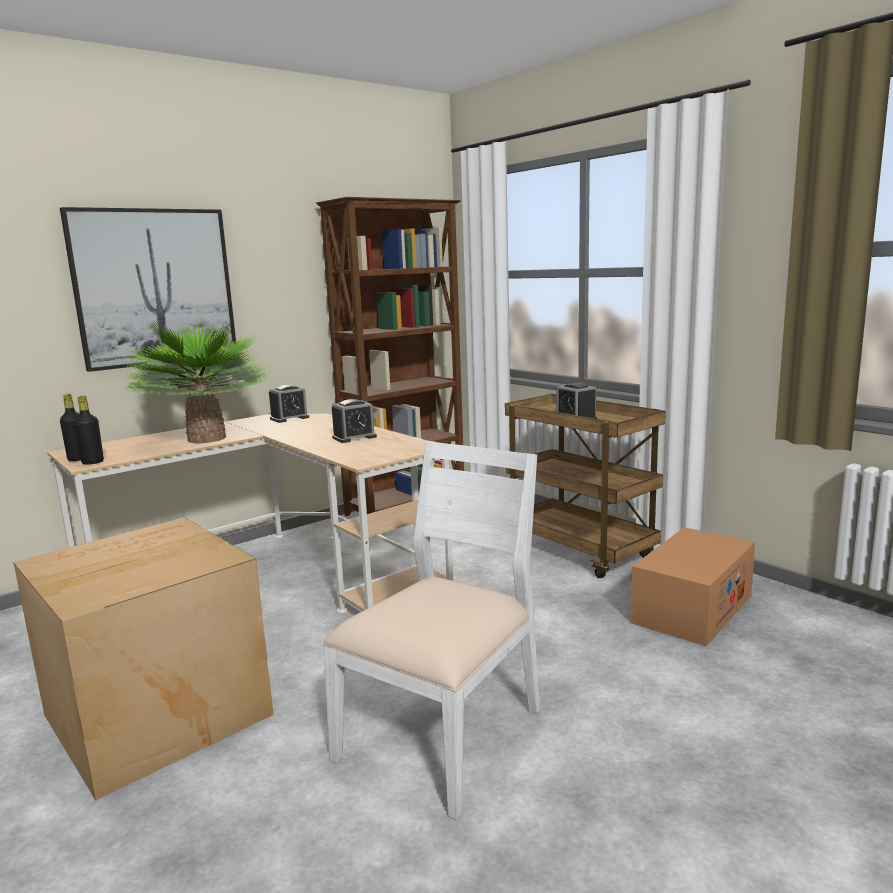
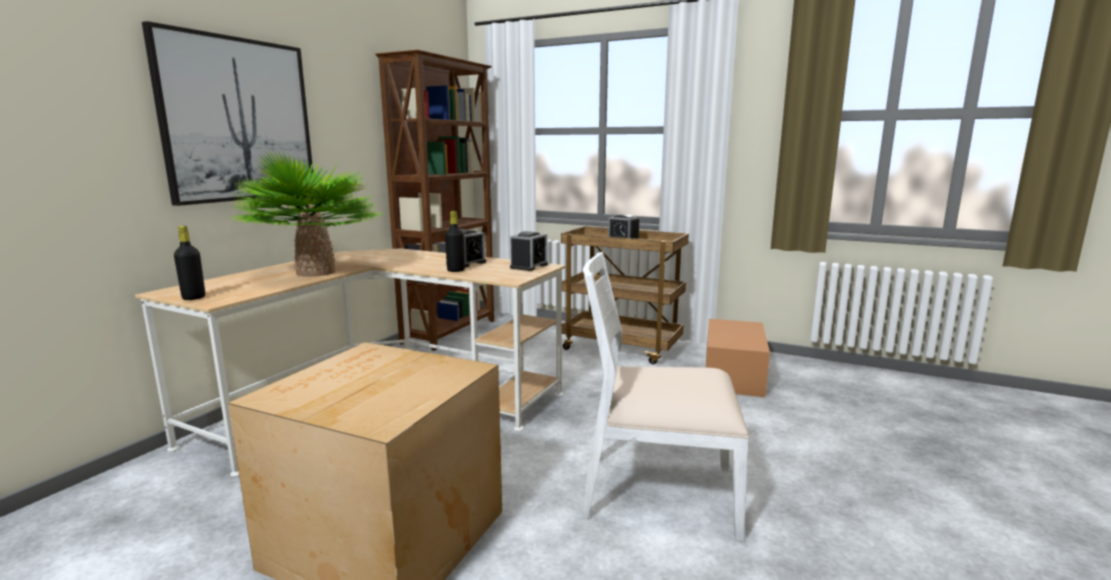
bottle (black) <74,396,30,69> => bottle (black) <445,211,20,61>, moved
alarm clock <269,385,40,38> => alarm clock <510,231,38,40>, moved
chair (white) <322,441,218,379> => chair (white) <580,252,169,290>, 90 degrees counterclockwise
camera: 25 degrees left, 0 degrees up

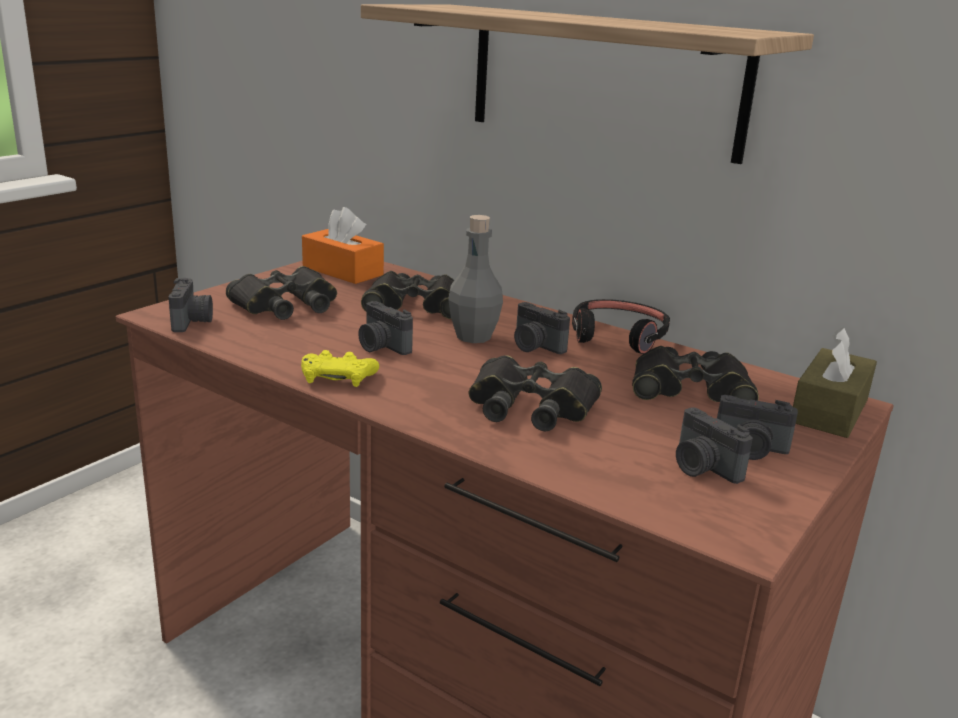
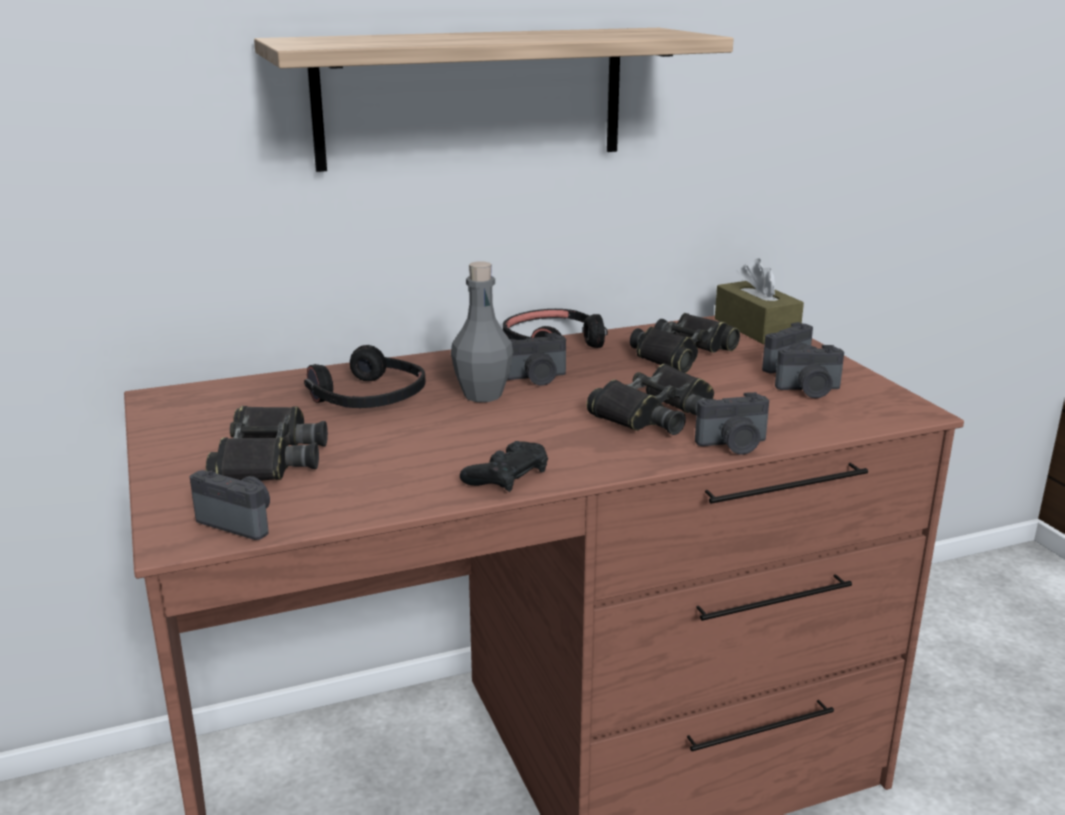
tissue box (orange) <302,207,82,77> => nothing
photo camera <358,301,55,54> => photo camera <695,392,74,63>, moved
binoculars (black) <361,271,93,48> => headphones (black) <304,345,122,63>
game controller (yellow) <301,350,78,37> => game controller (black) <460,441,88,51>
camera: 55 degrees left, 0 degrees up

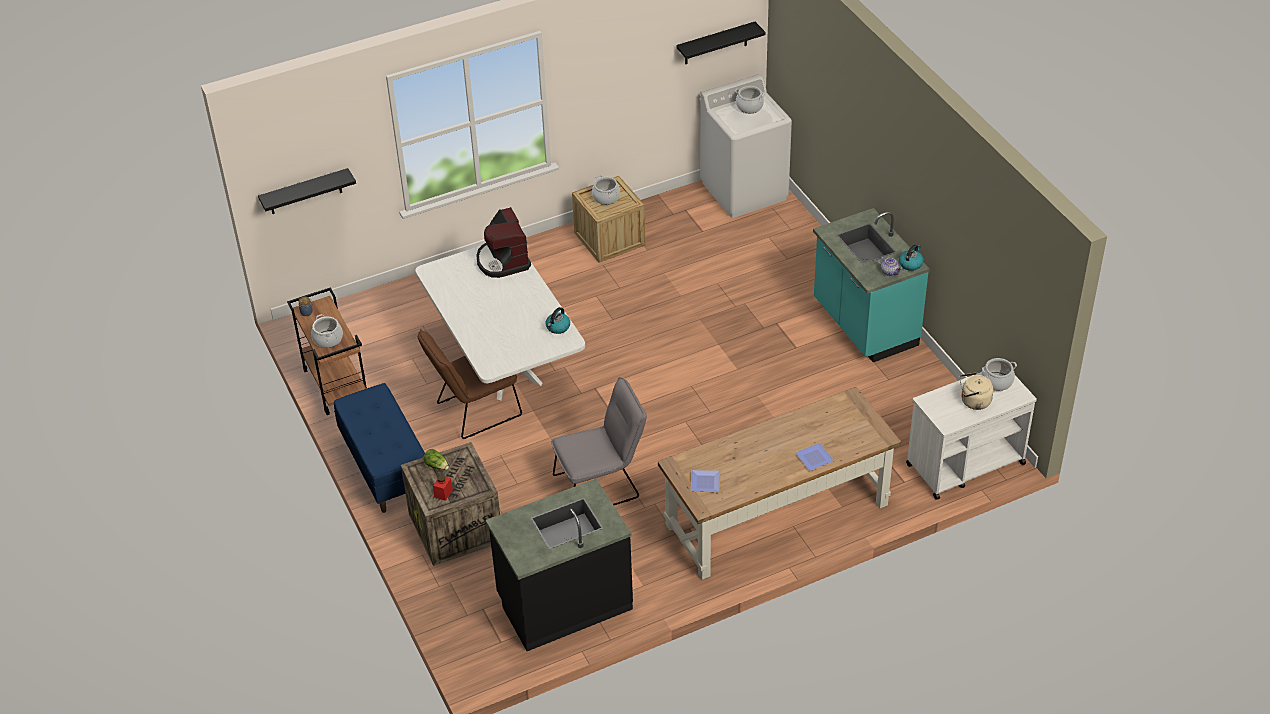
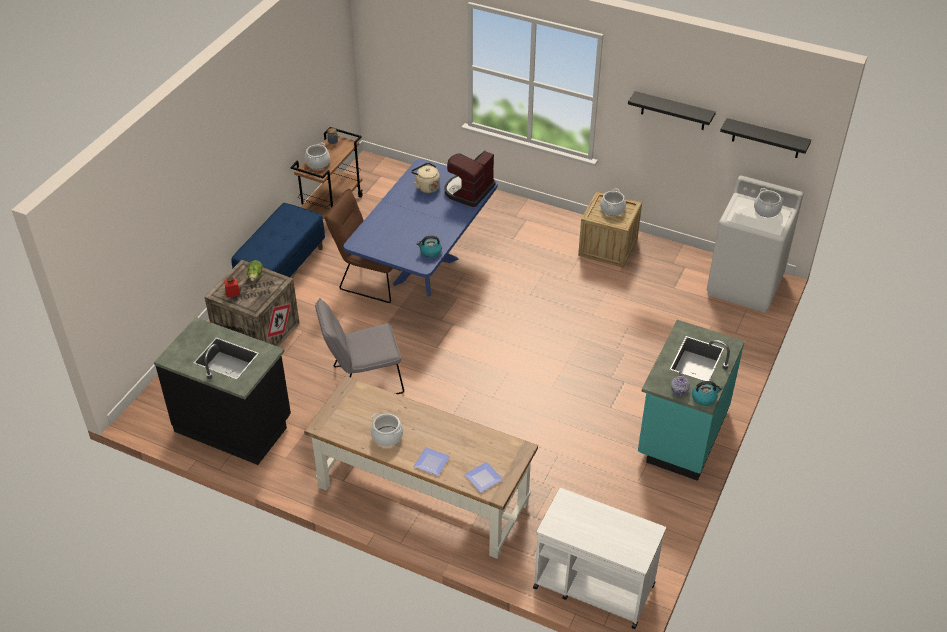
shelf (black) <258,168,98,46> => shelf (black) <628,91,88,39>, moved
plate <691,470,29,22> => plate <464,462,39,31>, moved
kettle (beige) <959,372,34,38> => kettle (beige) <411,162,29,31>, moved
cooking pot <982,358,35,33> => cooking pot <371,413,32,34>, moved
dining table (white) <415,245,170,155> => dining table (blue) <344,159,153,138>
chair (grey) <551,377,96,128> => chair (grey) <315,298,89,96>, 135 degrees clockwise
camera: 50 degrees right, 0 degrees up

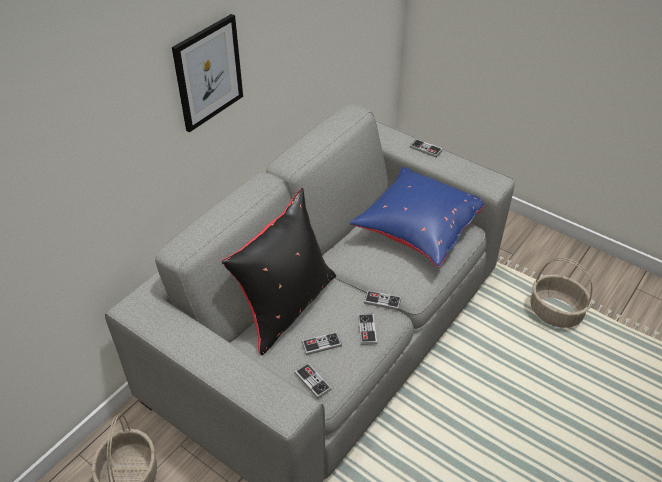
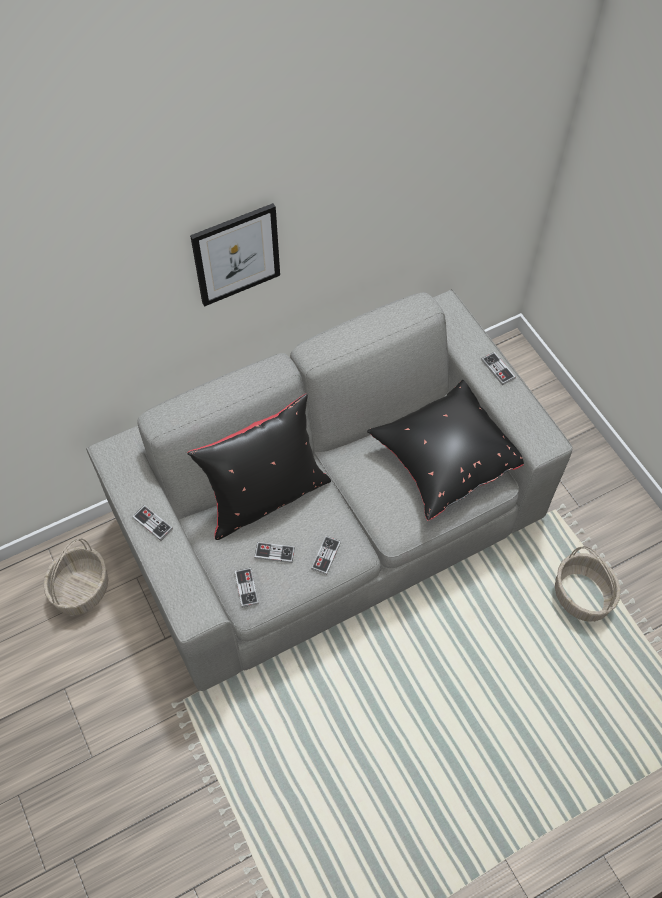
game controller <364,290,37,20> => game controller <132,505,41,36>, moved
pillow (blue) <350,167,134,100> => pillow (black) <367,380,157,141>
camera: 25 degrees right, 15 degrees up

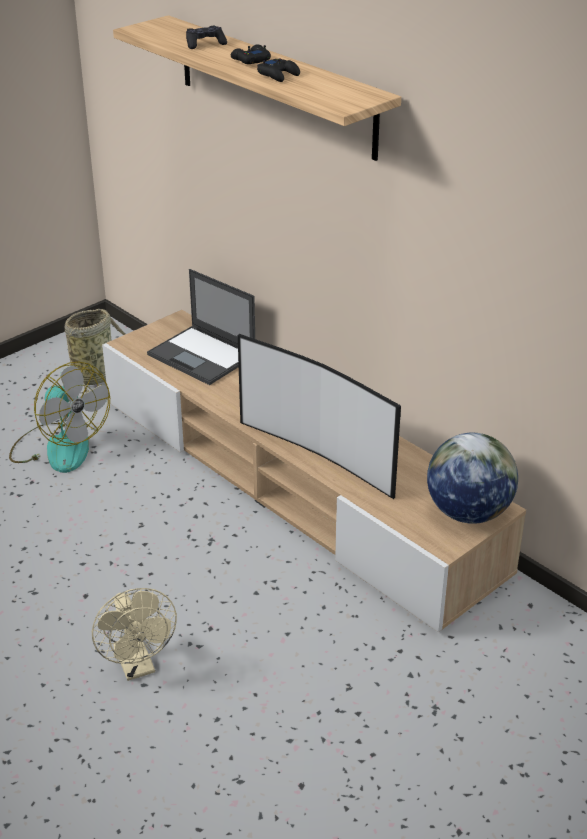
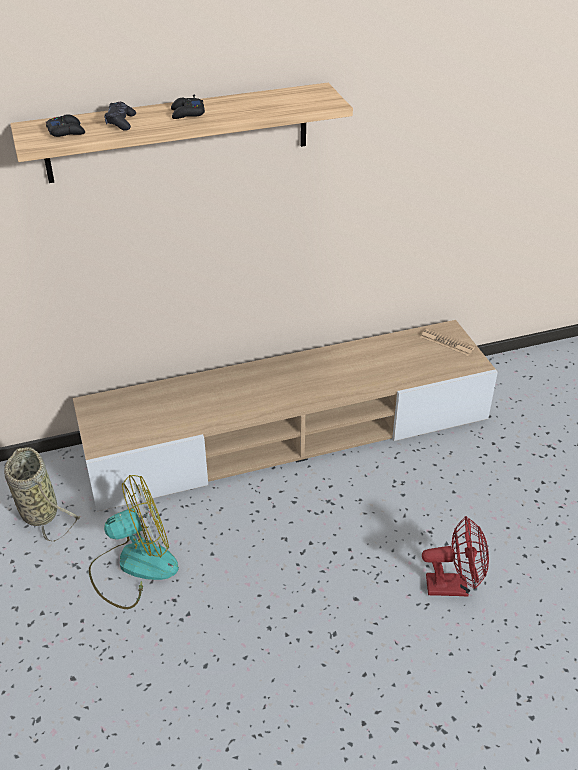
laptop <147,269,108,116> => nothing
television <238,334,163,165> => nothing
game controller (black) <257,58,43,24> => game controller (black) <46,115,39,22>, moved
globe <427,433,91,91> => newspaper <420,328,56,28>
fan (beige) <92,588,85,93> => fan (red) <422,516,67,81>
camera: 65 degrees left, 5 degrees up

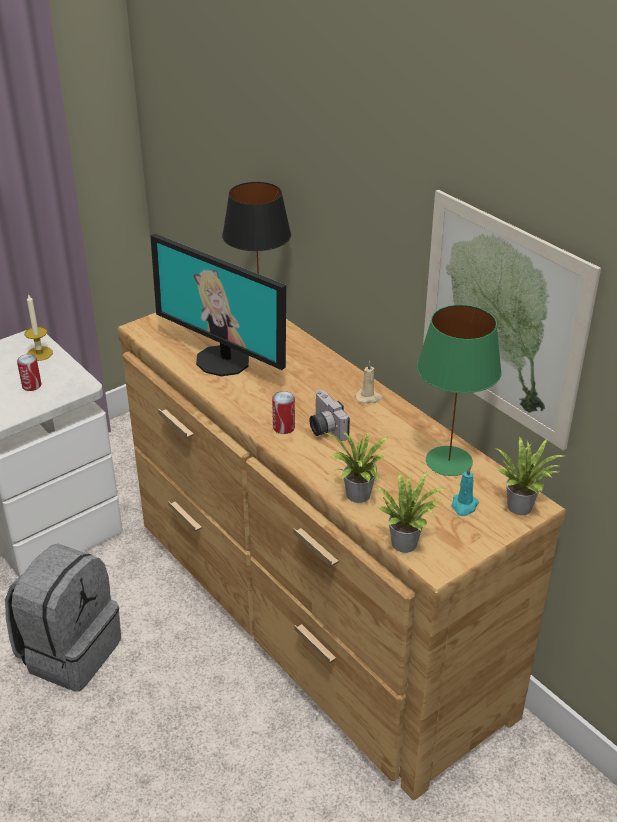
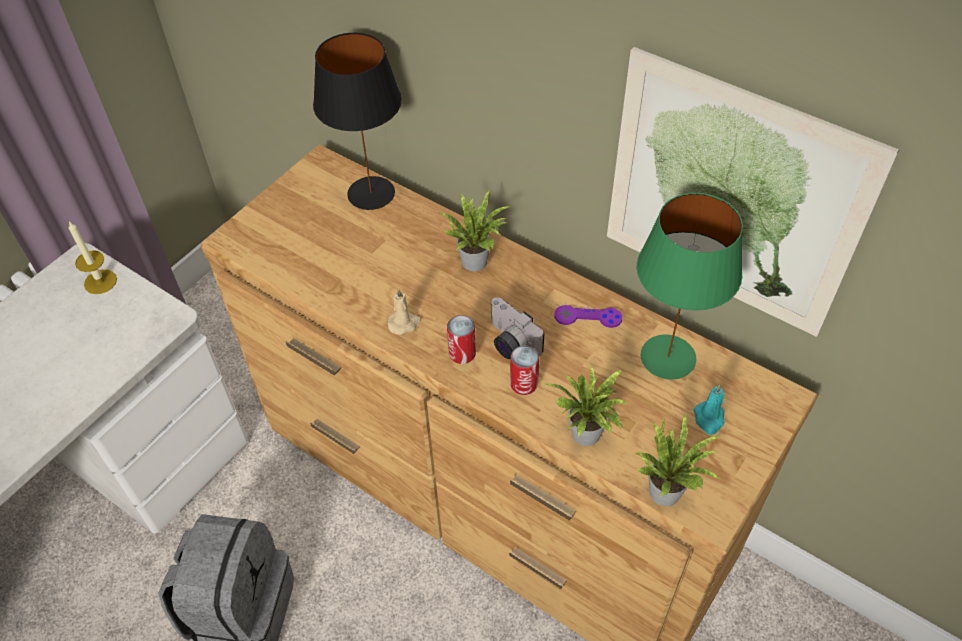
monitor <150,233,136,143> => nothing
nothing => game controller (purple) <554,305,68,23>
can <17,354,24,37> => can <510,345,29,50>, moved
candle (beige) <355,361,28,42> => candle (beige) <387,288,34,47>, moved
potted plant <496,437,69,78> => potted plant <438,190,72,81>, moved
camera: 15 degrees left, 15 degrees up

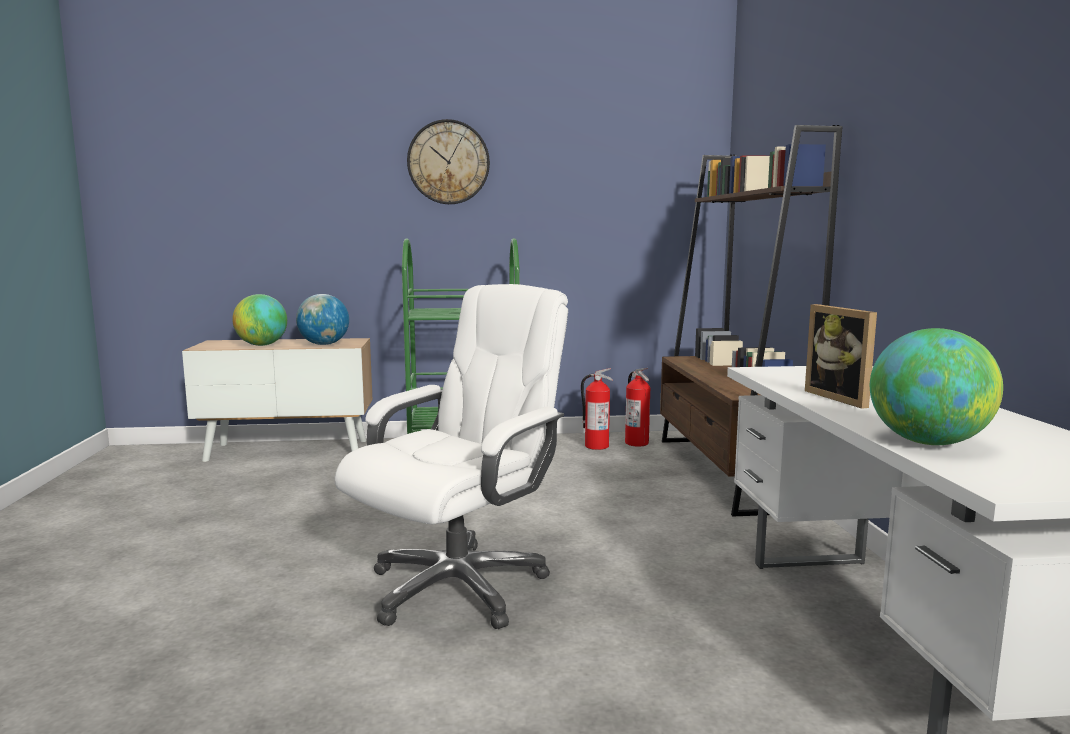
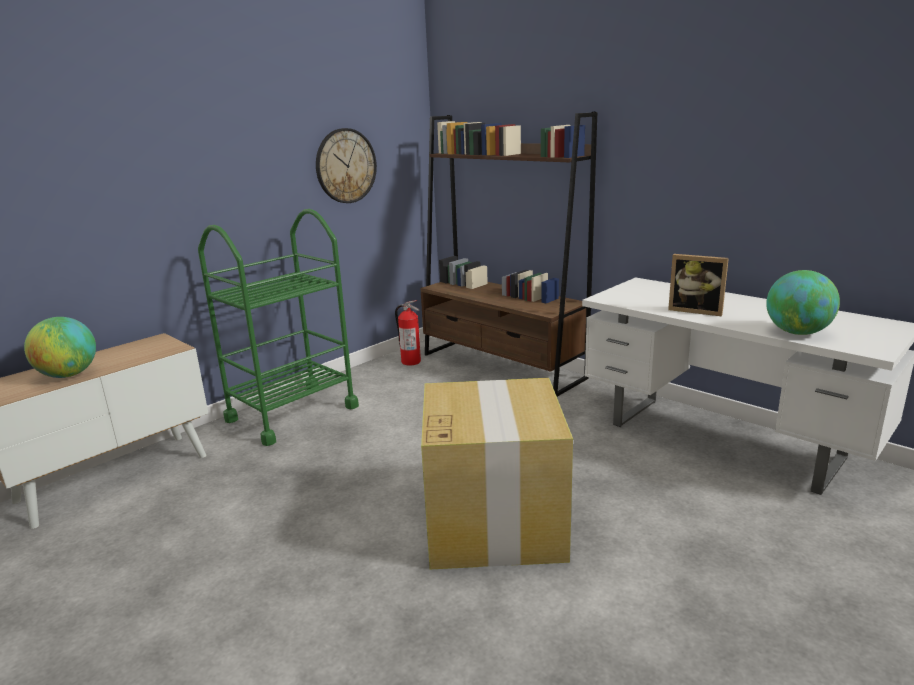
globe <296,294,53,51> => nothing
fire extinguisher <581,368,32,82> => nothing
wall clock <407,119,83,85> => wall clock <316,128,61,75>, moved
office chair (white) <335,284,233,345> => cardboard box <421,378,152,191>
camera: 40 degrees left, 10 degrees up

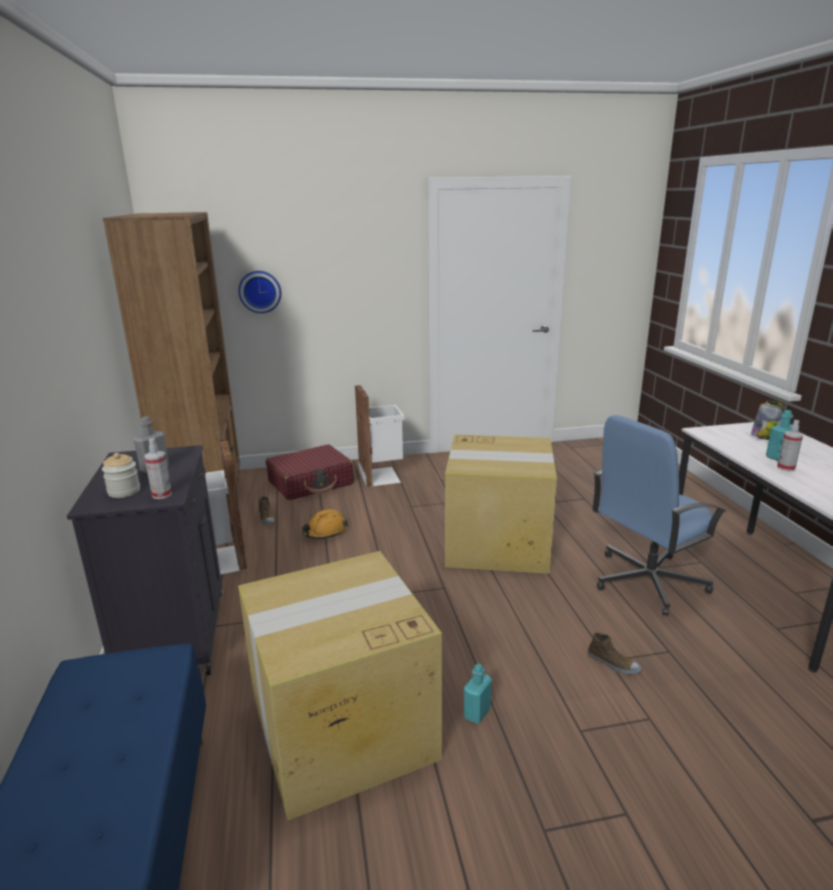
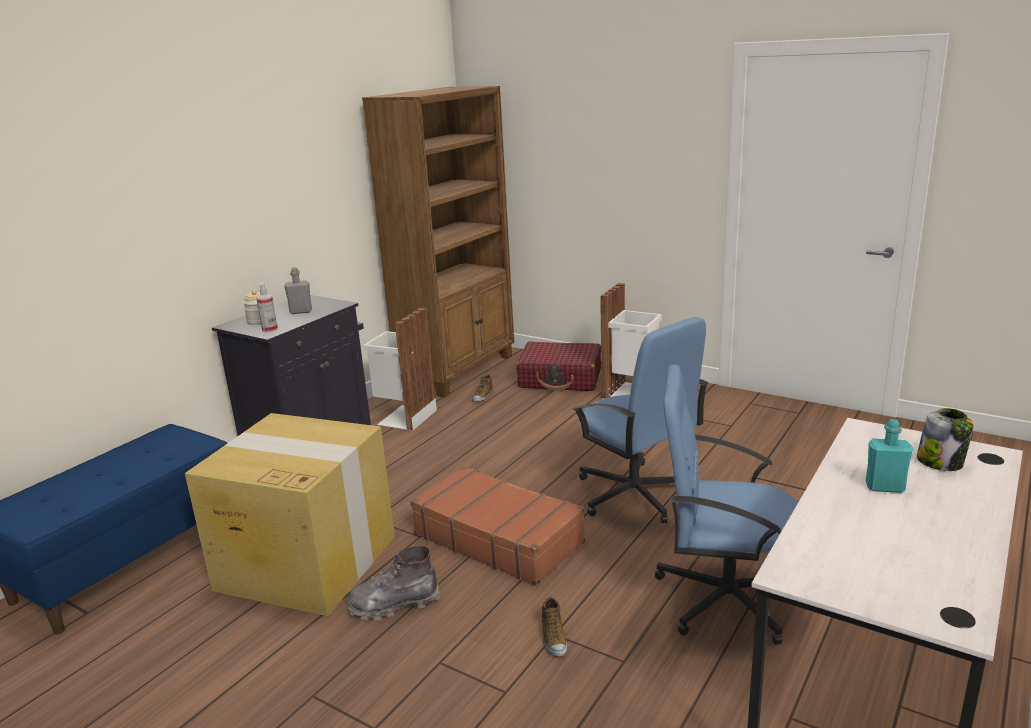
wall clock <238,271,43,42> => nothing
hard hat (orange) <302,509,46,30> => nothing
spray bottle <777,420,26,51> => nothing
nothing => suitcase (brown) <410,466,175,120>
cardboard box <445,434,112,140> => office chair (blue) <573,317,135,207>
bottle (turquoise) <464,663,28,60> => boot (grey) <348,546,92,75>
camera: 45 degrees right, 0 degrees up

